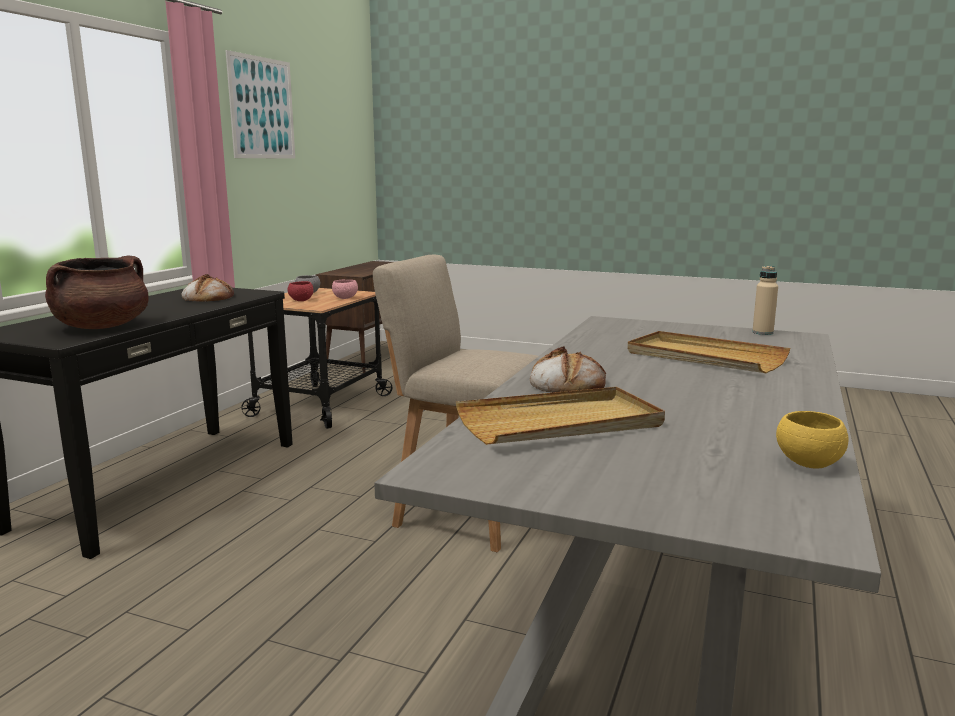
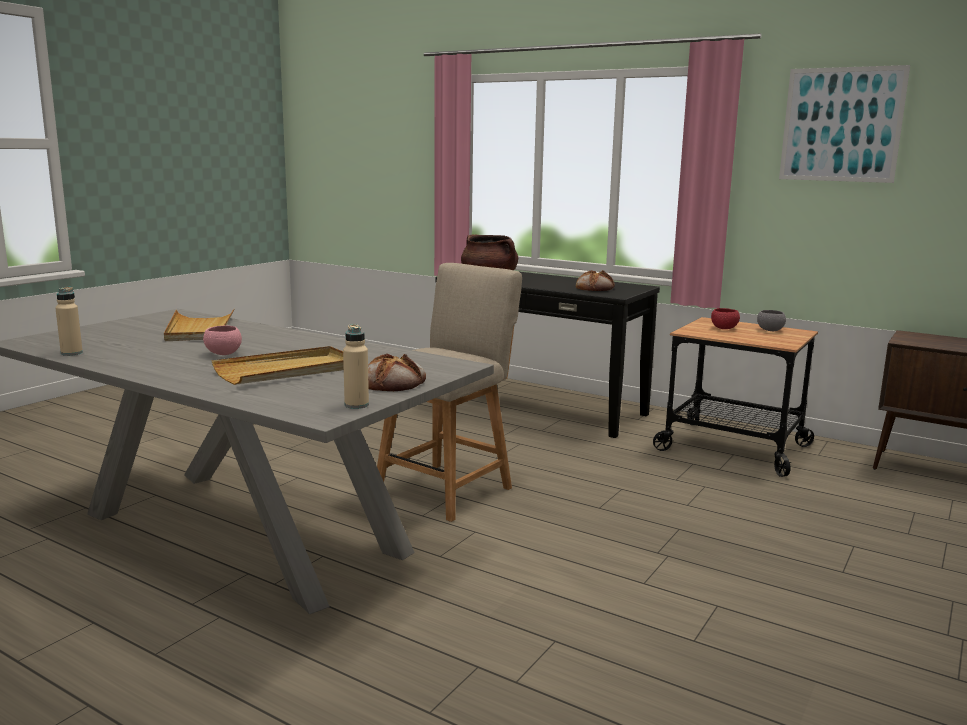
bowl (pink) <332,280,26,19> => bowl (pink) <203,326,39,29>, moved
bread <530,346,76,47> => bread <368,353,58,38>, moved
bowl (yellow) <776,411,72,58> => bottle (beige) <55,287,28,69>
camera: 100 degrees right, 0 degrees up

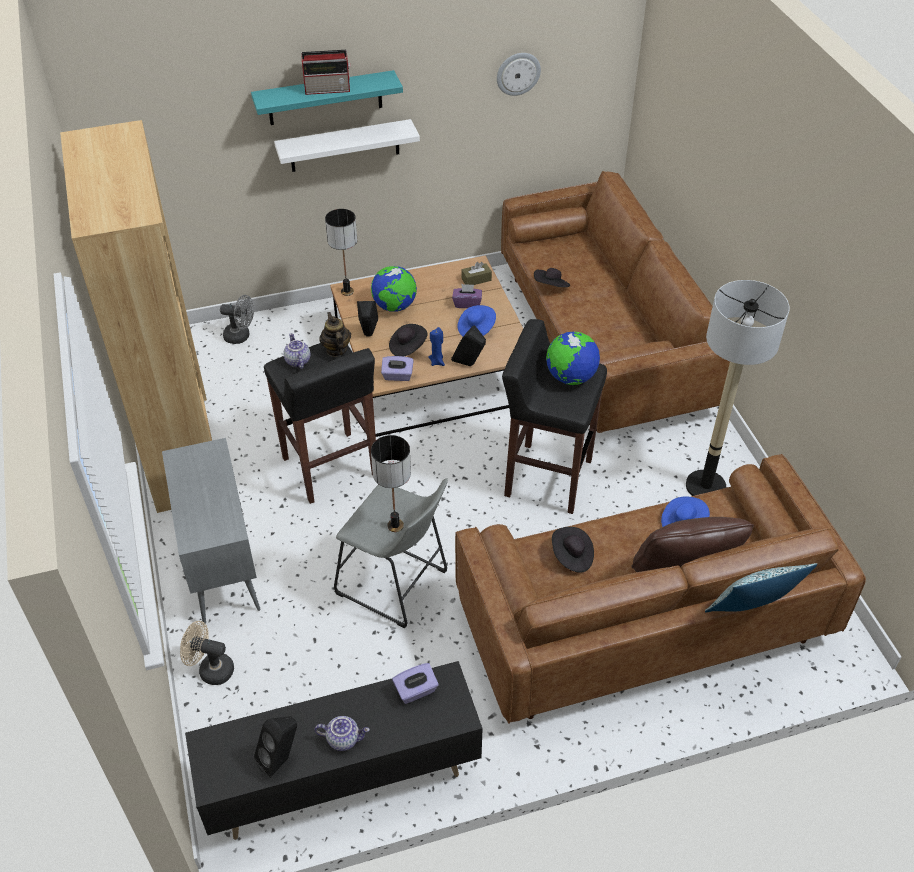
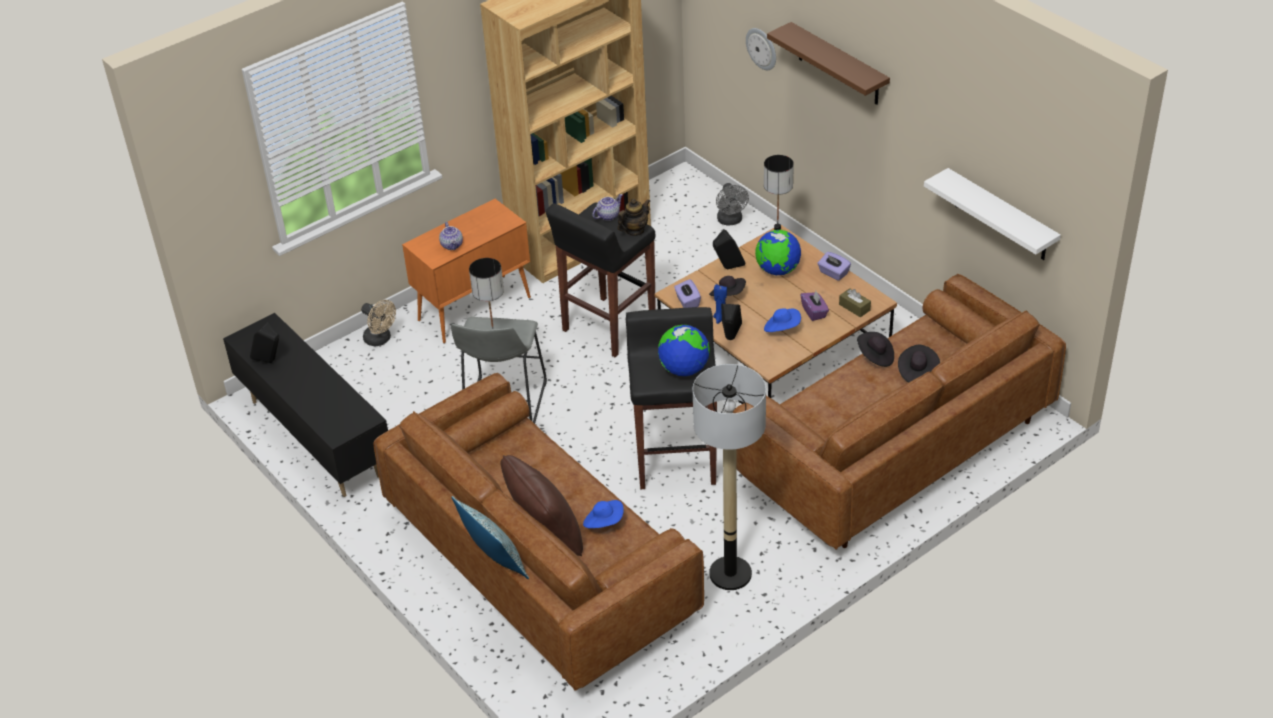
radio <301,50,50,45> => nothing
shelf (white) <274,119,146,53> => shelf (white) <924,168,137,92>, moved
teapot <314,716,56,35> => teapot <439,222,24,28>, moved
tissue box (purple) <392,663,47,41> => tissue box (purple) <817,252,34,29>, moved
wall clock <497,53,44,43> => wall clock <746,28,30,42>, moved
hat (black) <552,527,42,46> => hat (black) <898,345,42,37>, moved
cabinet (grey) <162,438,99,186> => cabinet (orange) <402,199,129,144>
shelf (turquoise) <251,70,152,55> => shelf (brown) <767,22,123,83>
fan (beige) <180,621,54,64> => fan (beige) <361,300,35,46>, 135 degrees clockwise
camera: 70 degrees right, 5 degrees down

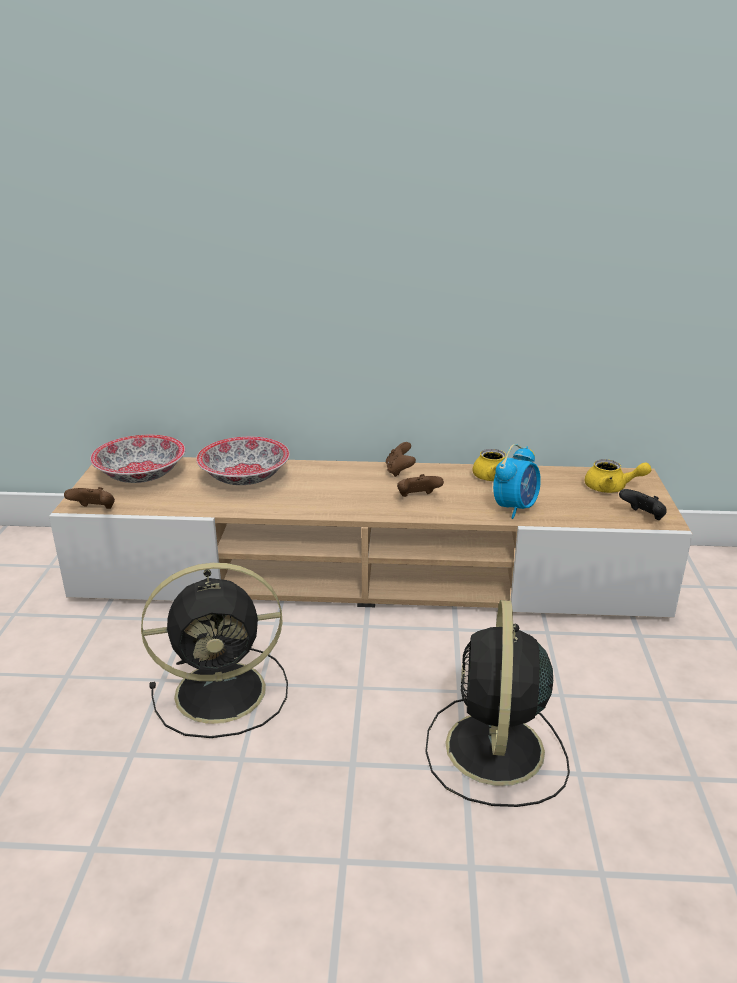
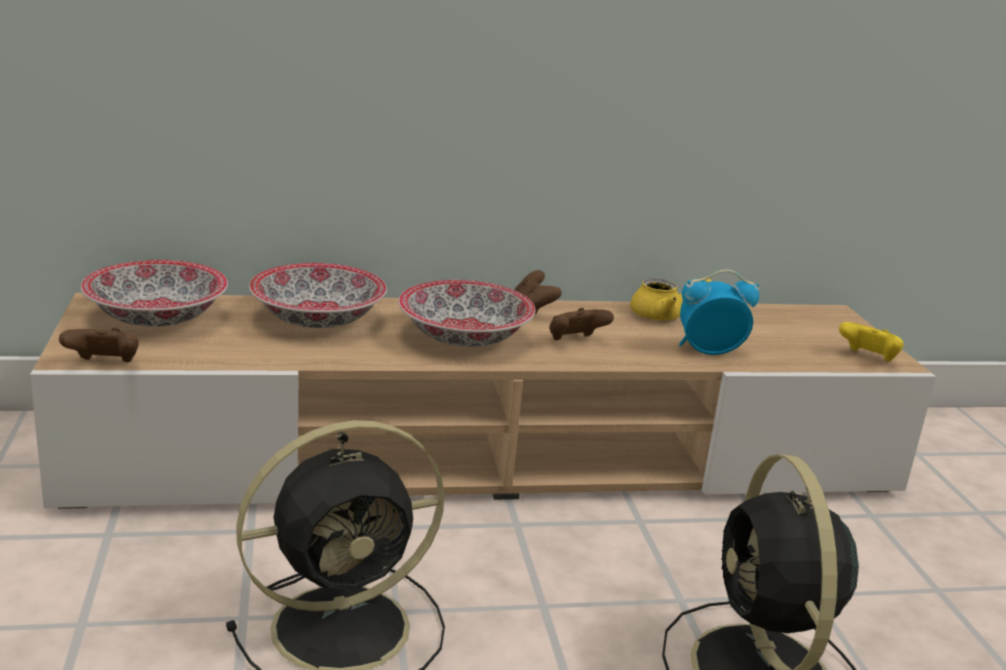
teapot (yellow) <585,459,67,34> => nothing
nothing => bowl <398,280,137,67>
game controller (black) <619,489,48,31> => game controller (yellow) <839,322,65,40>
alarm clock <493,444,48,75> => alarm clock <679,269,80,86>, 120 degrees counterclockwise
camera: 15 degrees left, 5 degrees down

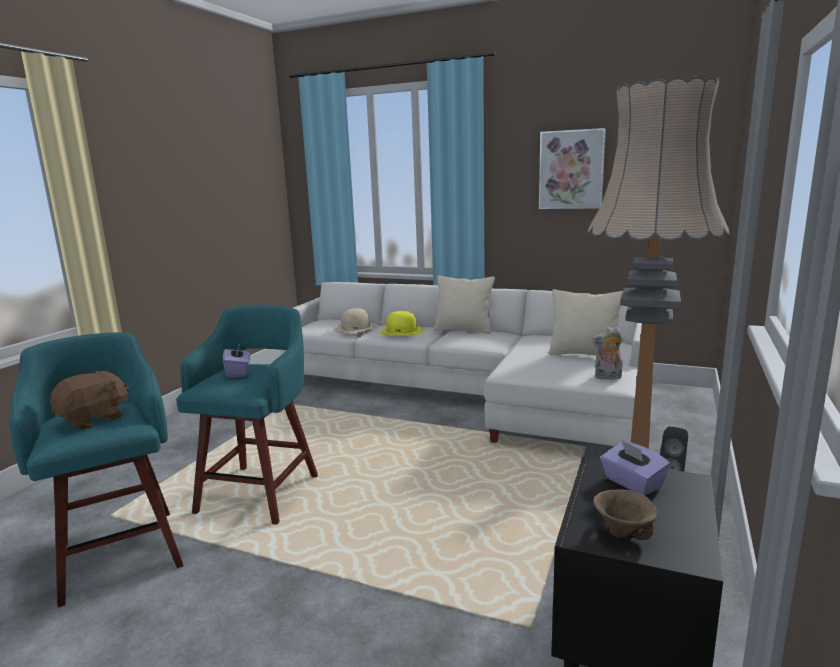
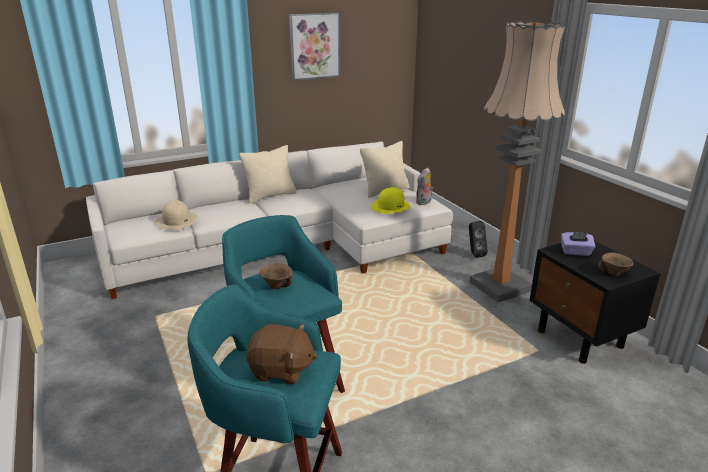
hat (yellow) <380,311,44,24> => hat (yellow) <371,187,40,27>, moved
tissue box (purple) <223,344,27,34> => bowl (brown) <259,263,34,26>
plush toy (brown) <50,371,80,59> => plush toy (brown) <246,324,71,60>, 105 degrees clockwise
camera: 50 degrees left, 10 degrees up

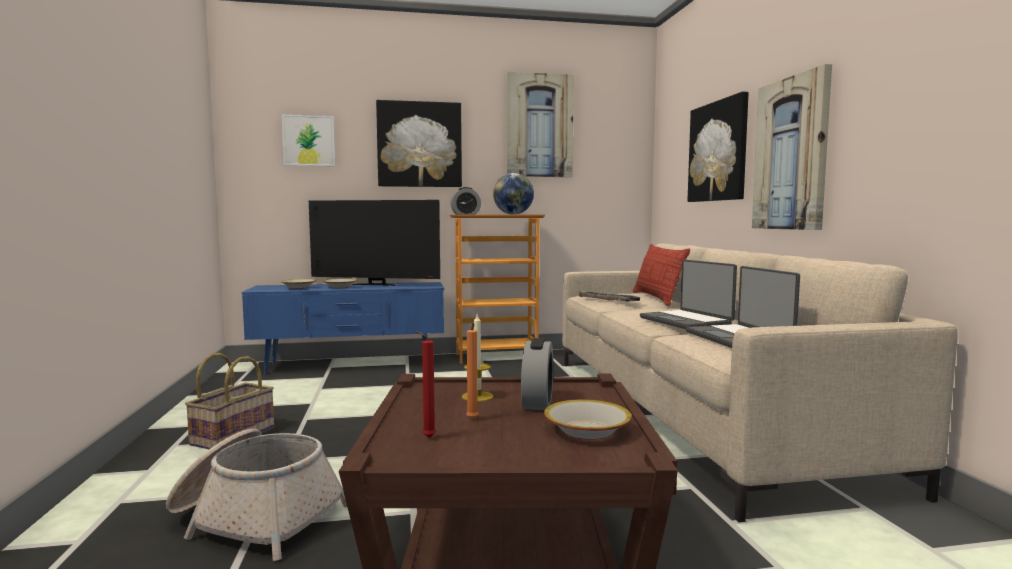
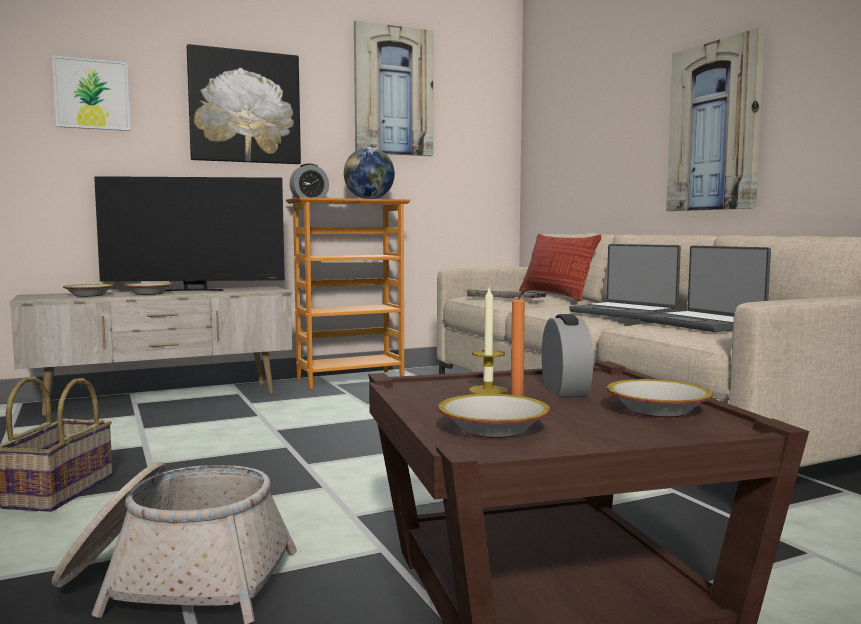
picture <687,91,62,111> => nothing
candle (red) <416,331,20,107> => bowl <438,394,112,44>
tv stand (blue) <242,282,202,92> => tv stand (beige) <10,286,282,130>
camera: 15 degrees left, 0 degrees up

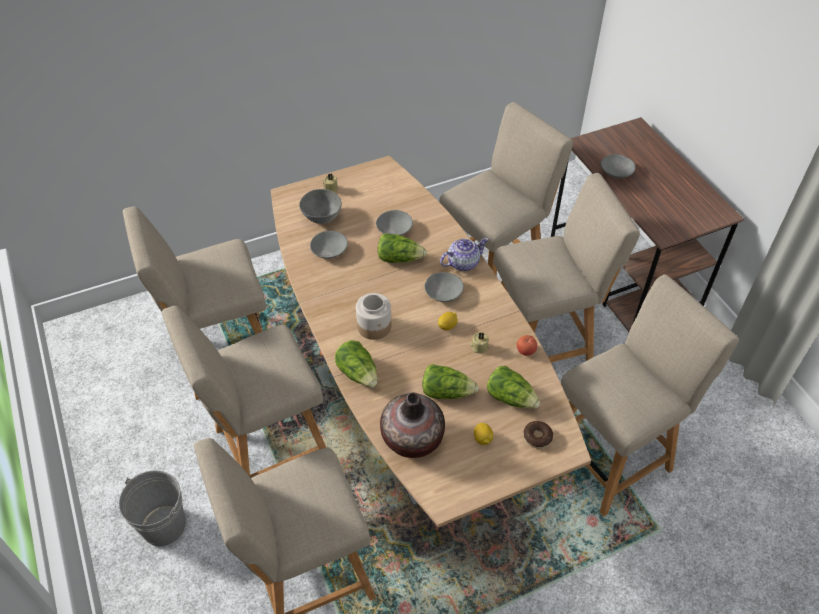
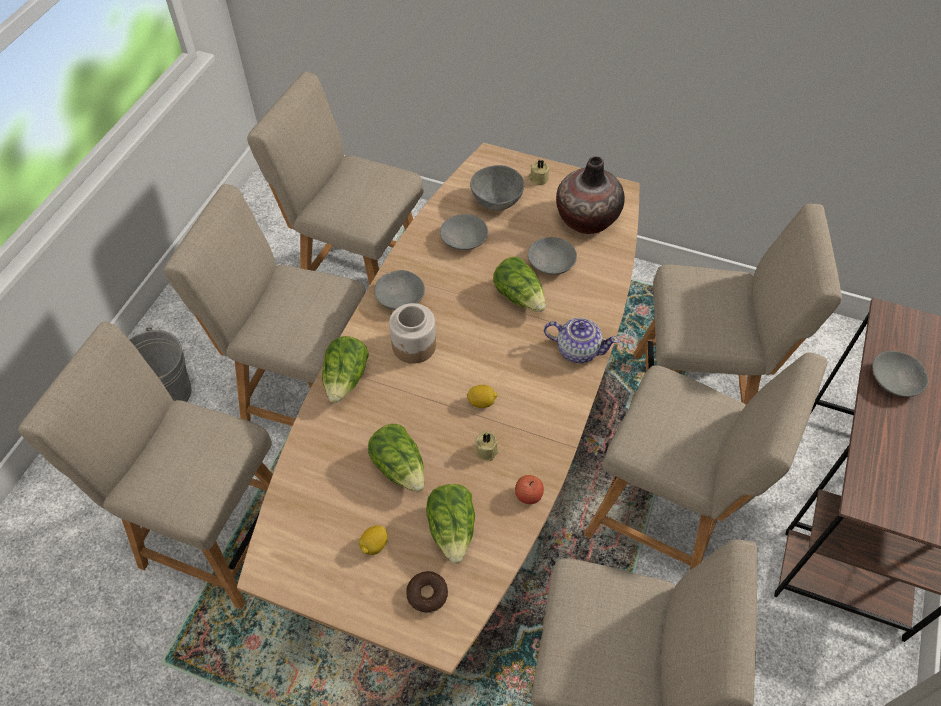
vase <380,392,65,66> => vase <556,156,69,78>, moved
bowl (grey) <424,272,40,30> => bowl (grey) <374,270,51,40>, moved
camera: 45 degrees right, 5 degrees up

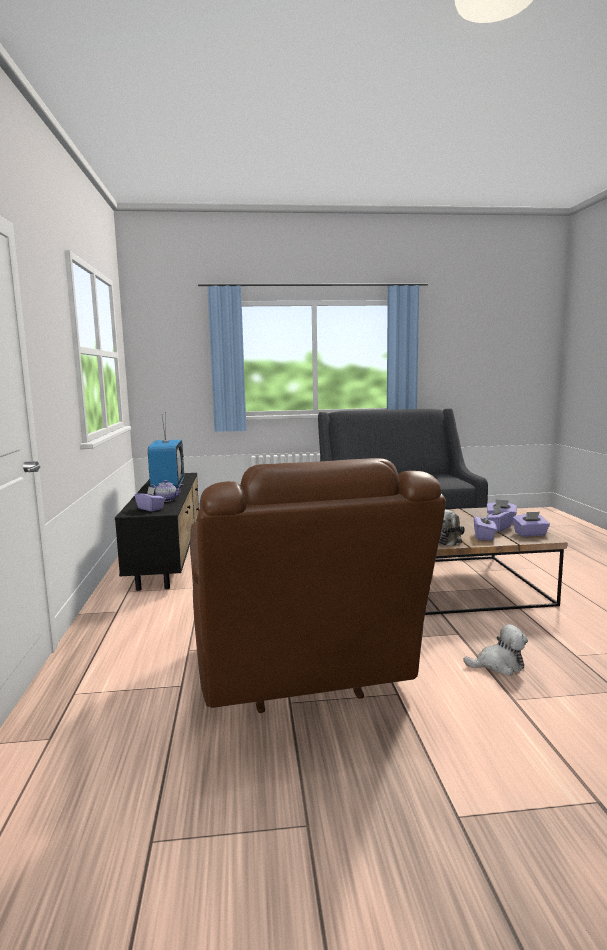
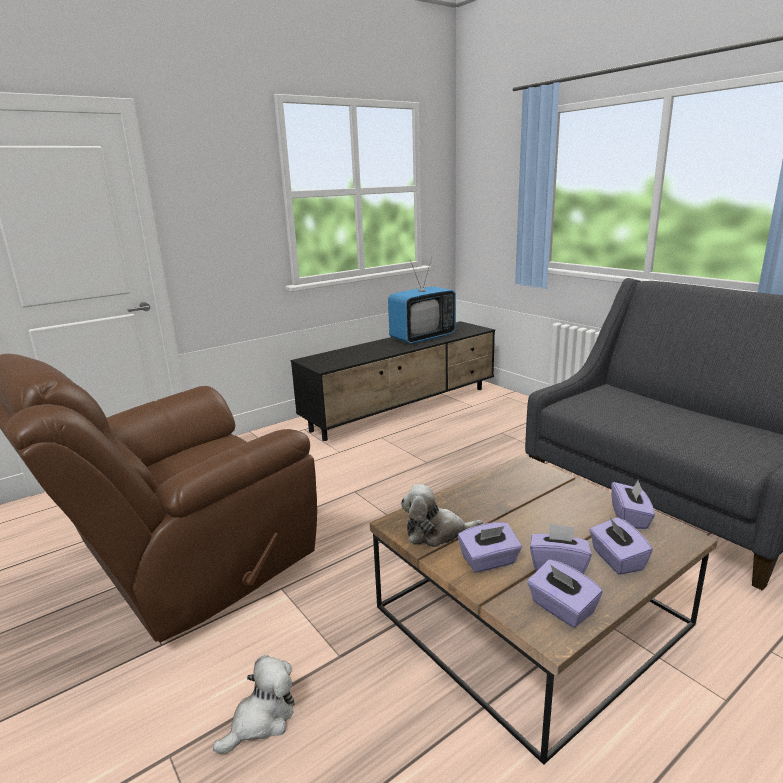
teapot <149,480,34,22> => nothing
tissue box (purple) <135,487,30,24> => tissue box (purple) <611,480,44,49>, moved
plush toy <463,624,65,51> => plush toy <213,655,82,99>, 105 degrees counterclockwise
camera: 60 degrees right, 10 degrees up

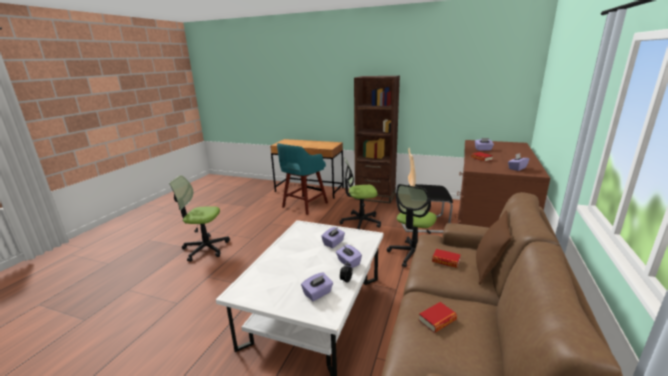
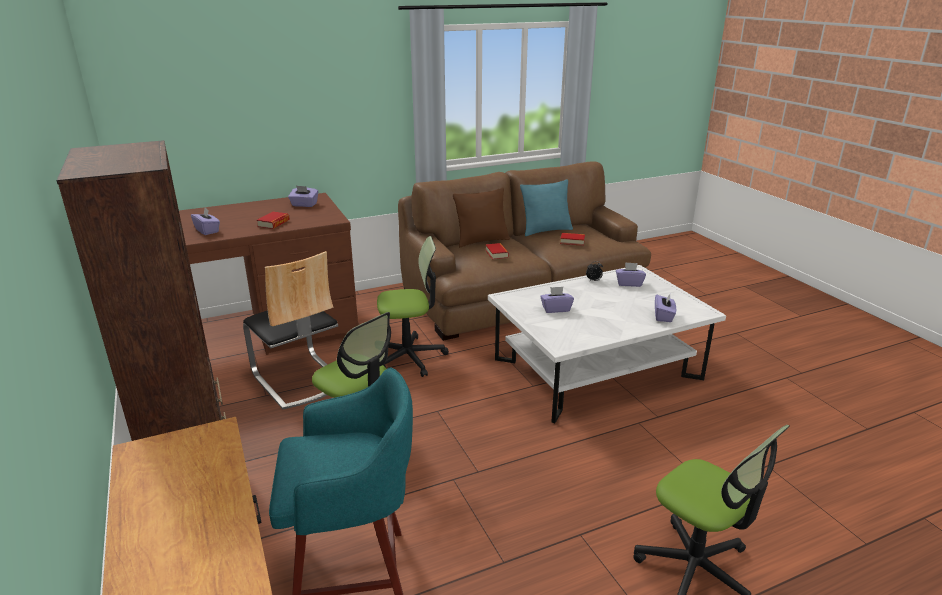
nothing => pillow (turquoise) <520,179,53,57>
tissue box (purple) <336,245,26,23> => tissue box (purple) <655,294,21,28>, moved
camera: 135 degrees left, 5 degrees up

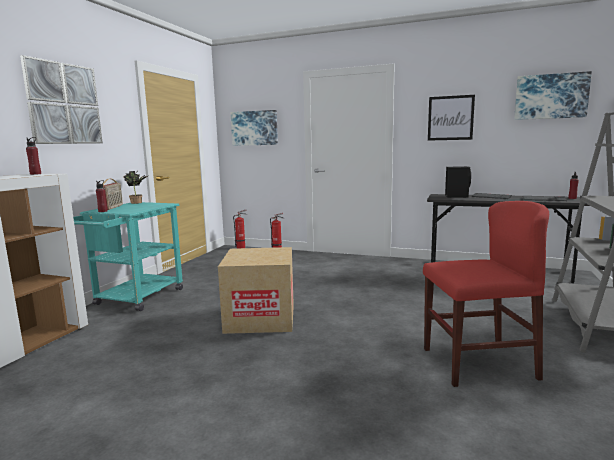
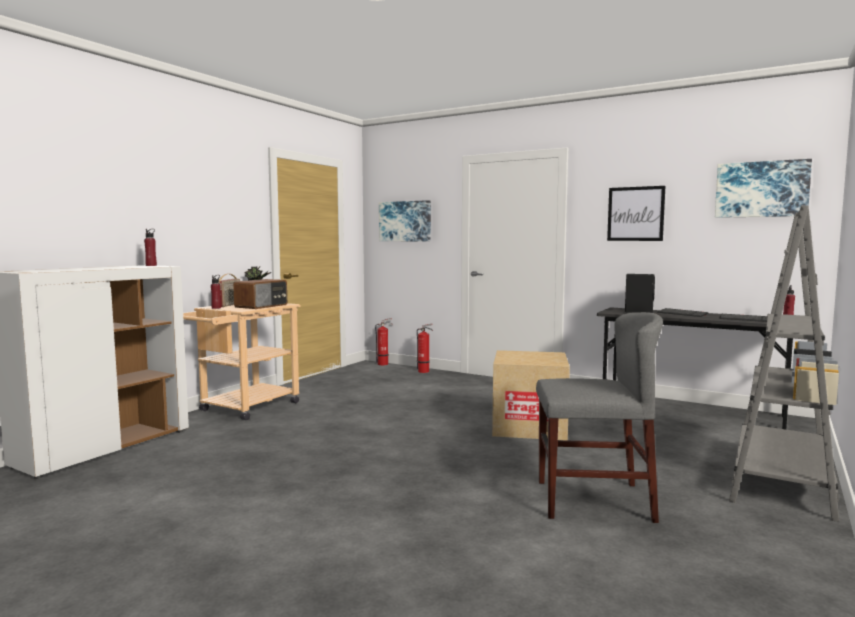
picture <20,55,83,89> => nothing
nothing => radio <233,279,54,30>
cardboard box <218,247,76,87> => cardboard box <492,350,78,91>, moved
cart (turquoise) <73,202,110,109> => cart (beige) <183,303,118,117>
chair (red) <423,201,126,186> => chair (grey) <536,312,127,211>
camera: 10 degrees right, 5 degrees down

